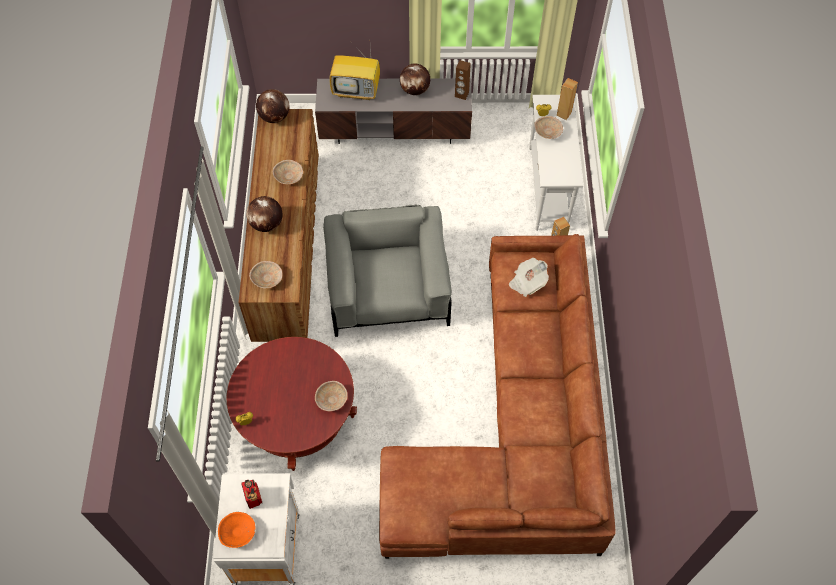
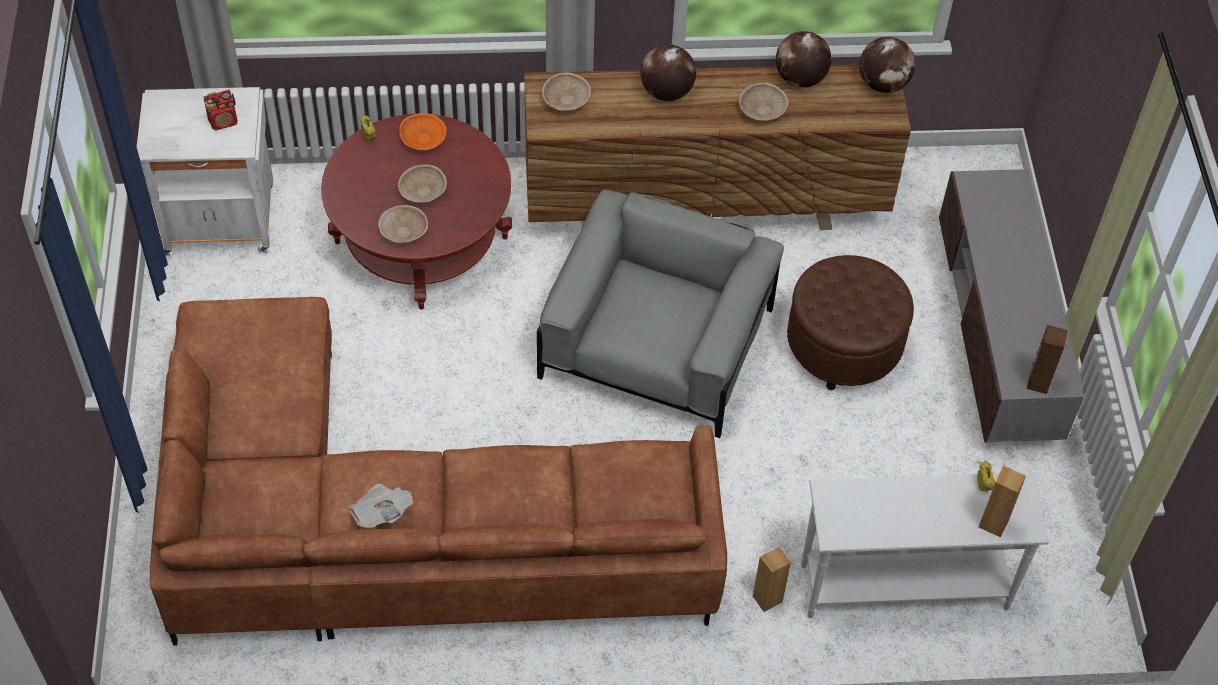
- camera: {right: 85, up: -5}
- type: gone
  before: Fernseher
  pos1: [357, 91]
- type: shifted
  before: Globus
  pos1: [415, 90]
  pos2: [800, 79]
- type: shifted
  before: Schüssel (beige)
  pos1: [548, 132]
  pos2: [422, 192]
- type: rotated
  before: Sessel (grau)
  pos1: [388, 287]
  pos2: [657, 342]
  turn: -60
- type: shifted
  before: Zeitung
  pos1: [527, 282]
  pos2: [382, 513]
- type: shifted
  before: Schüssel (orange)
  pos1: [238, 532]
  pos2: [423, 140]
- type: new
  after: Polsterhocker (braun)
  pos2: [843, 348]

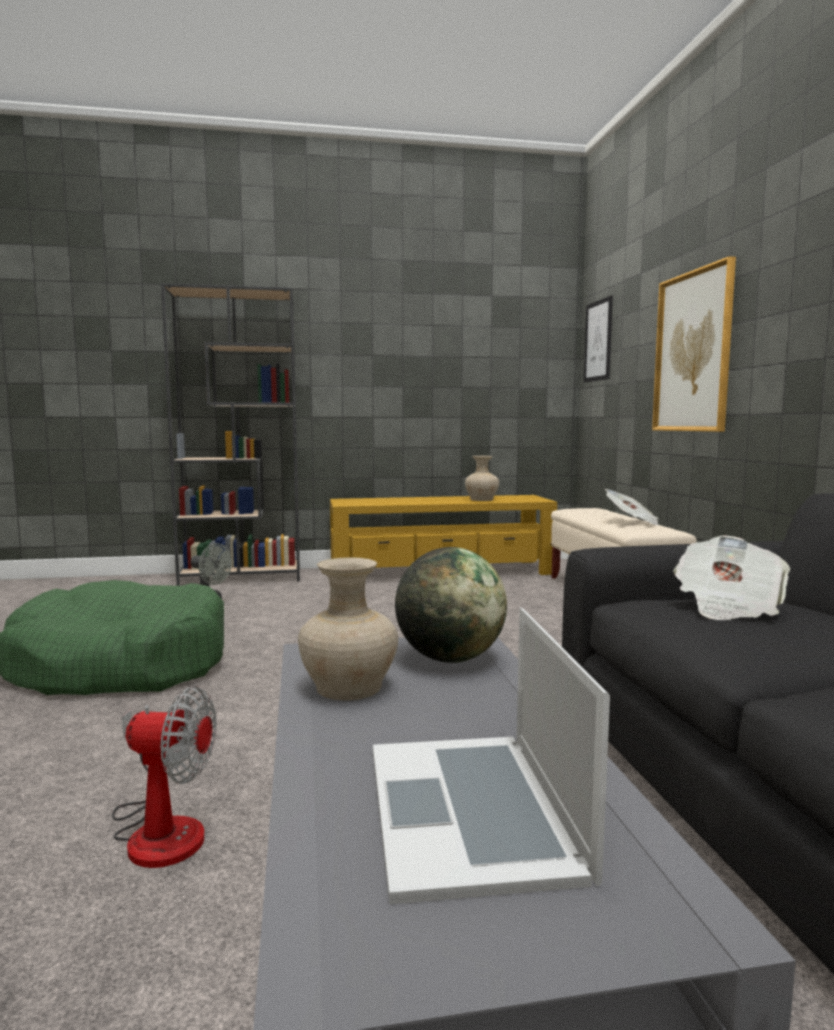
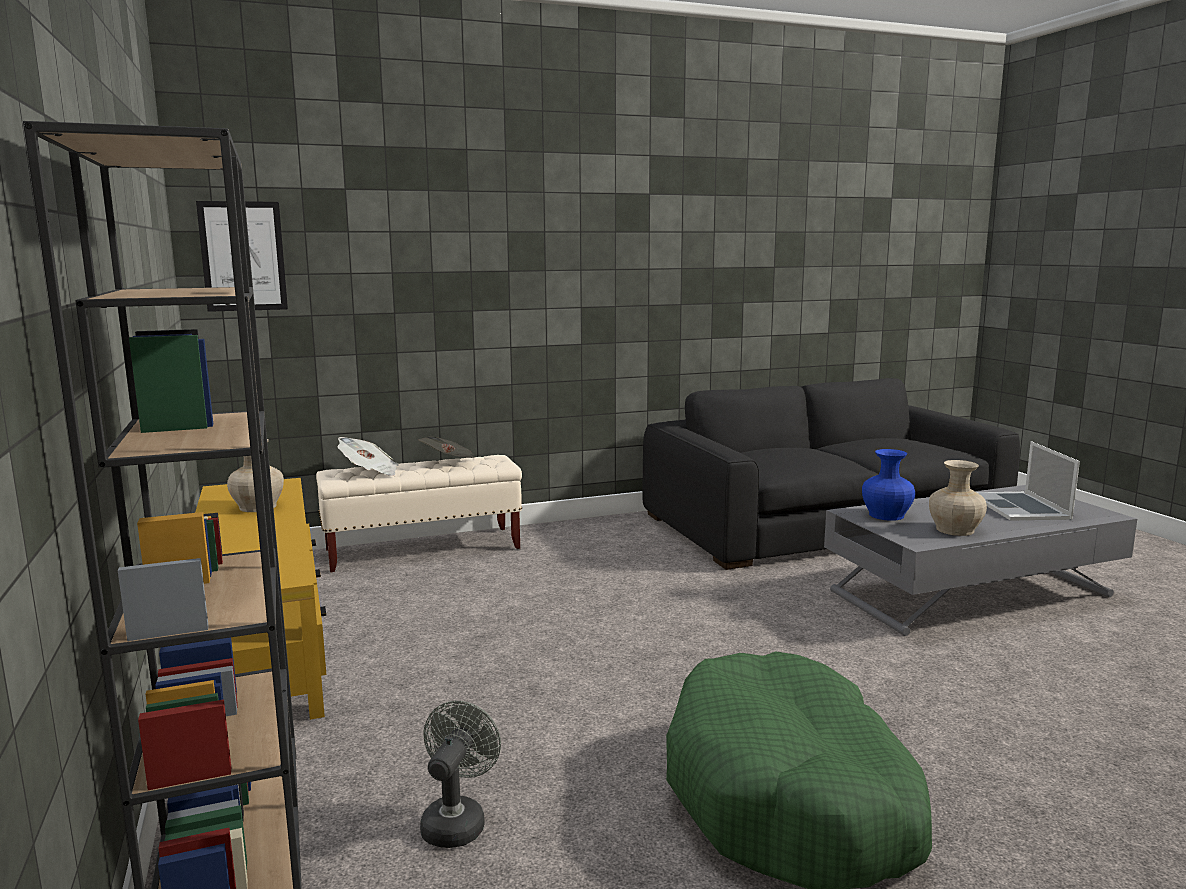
- camera: {right: -100, up: 5}
- type: gone
  before: Bild
  pos1: [693, 352]
- type: shifted
  before: Zeitung
  pos1: [727, 606]
  pos2: [370, 472]
- type: swapped
  before: Globus
  after: Vase (blau)
  pos1: [449, 659]
  pos2: [886, 515]
- type: rotated
  before: Laptop
  pos1: [471, 808]
  pos2: [1019, 507]
  turn: 105
- type: gone
  before: Ventilator
  pos1: [160, 828]

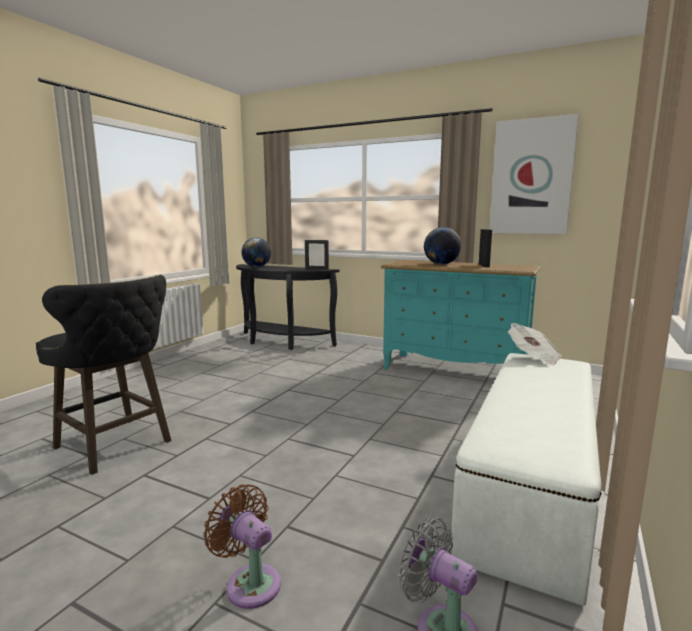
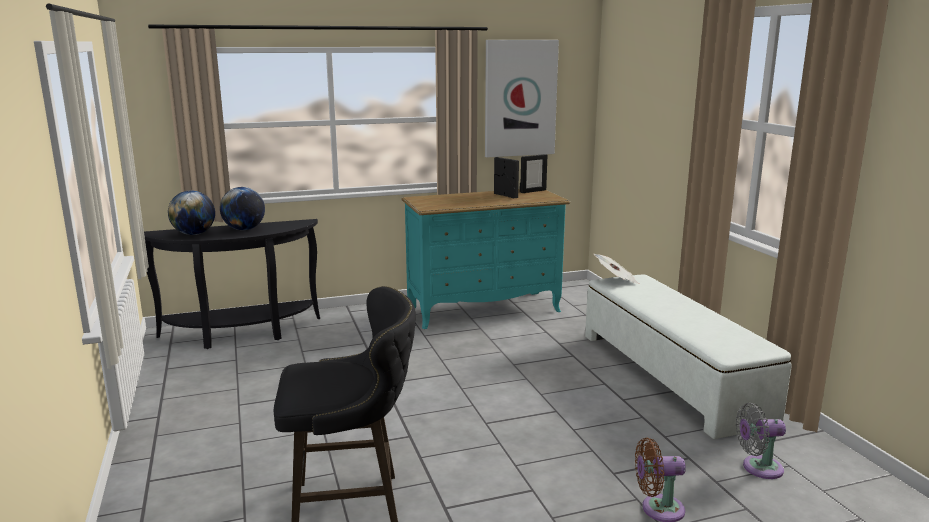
- camera: {right: -45, up: 5}
- type: shifted
  before: Globus
  pos1: [441, 264]
  pos2: [244, 229]
- type: shifted
  before: Bilderrahmen
  pos1: [317, 269]
  pos2: [532, 191]

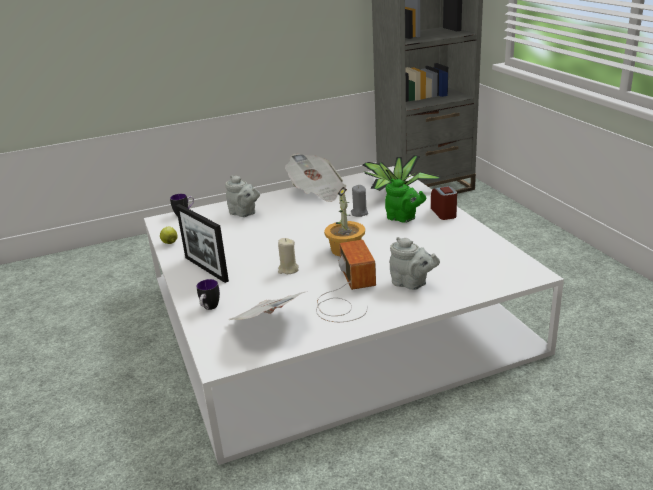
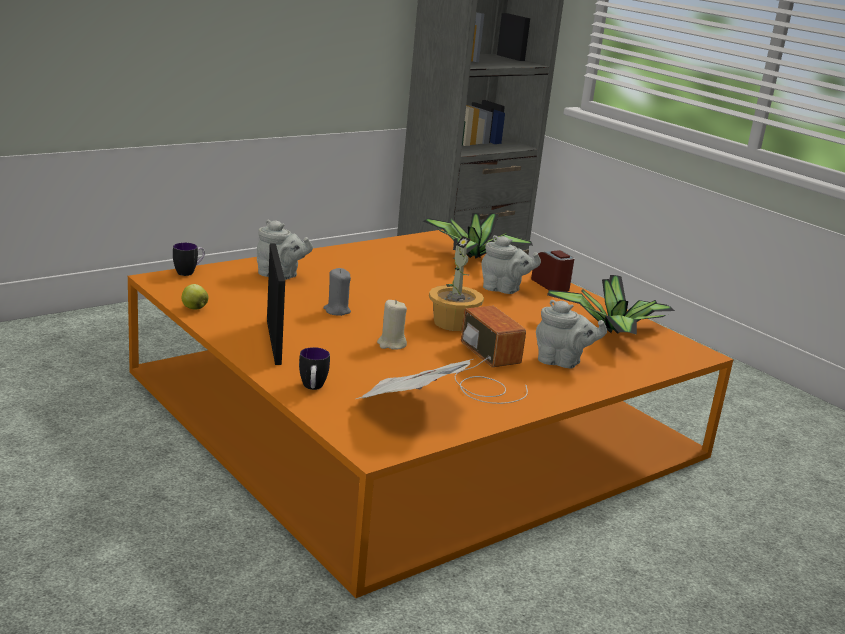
- camera: {right: -20, up: -5}
- type: gone
  before: Zeitung
  pos1: [317, 192]
- type: repainted
  before: Couchtisch (weiß)
  after: Couchtisch (orange)
  pos1: [330, 312]
  pos2: [410, 413]
- type: repainted
  before: Teekanne (grün)
  after: Teekanne (grau)
  pos1: [403, 218]
  pos2: [504, 289]
- type: shifted
  before: Kerze (grau)
  pos1: [359, 213]
  pos2: [337, 311]
- type: rotated
  before: Bilderrahmen
  pos1: [206, 269]
  pos2: [273, 341]
  turn: -135
- type: new
  after: Topfpflanze
  pos2: [613, 331]

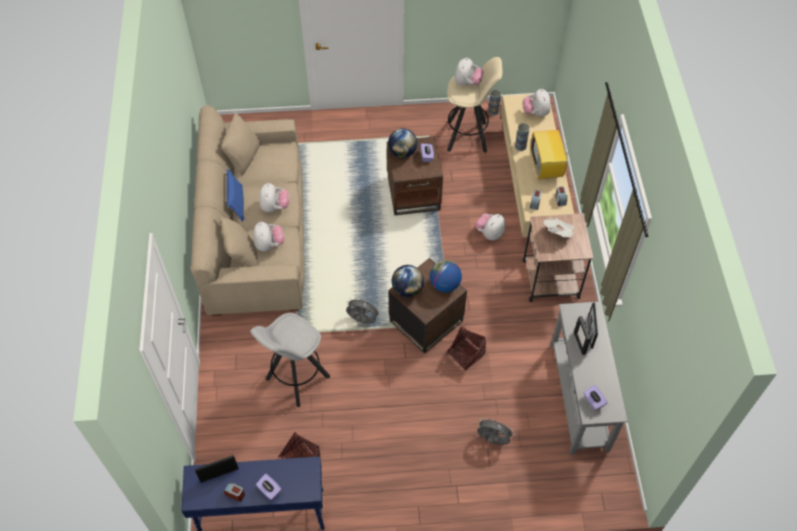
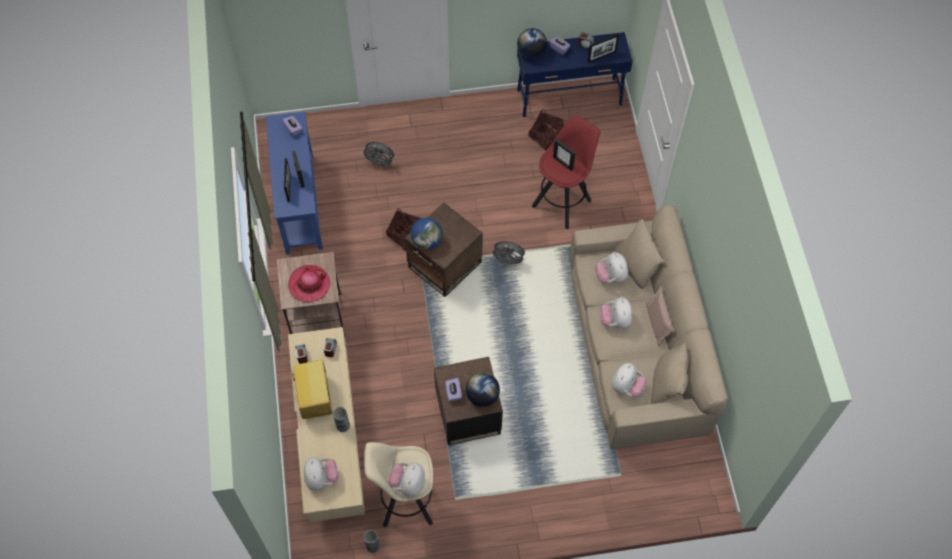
- camera: {right: 175, up: 5}
- type: repainted
  before: Kissen (blau)
  after: Kissen (beige)
  pos1: [237, 203]
  pos2: [657, 323]
- type: shifted
  before: Plüschtier
  pos1: [489, 233]
  pos2: [626, 387]
- type: swapped
  before: Zeitung
  after: Hut
  pos1: [559, 232]
  pos2: [309, 284]
- type: shifted
  before: Globus
  pos1: [407, 289]
  pos2: [531, 53]
- type: repainted
  before: Konsolentisch (grau)
  after: Konsolentisch (blau)
  pos1: [579, 397]
  pos2: [299, 203]
- type: repainted
  before: Hocker (grau)
  after: Hocker (rot)
  pos1: [296, 379]
  pos2: [563, 202]
- type: new
  after: Bilderrahmen
  pos2: [563, 162]

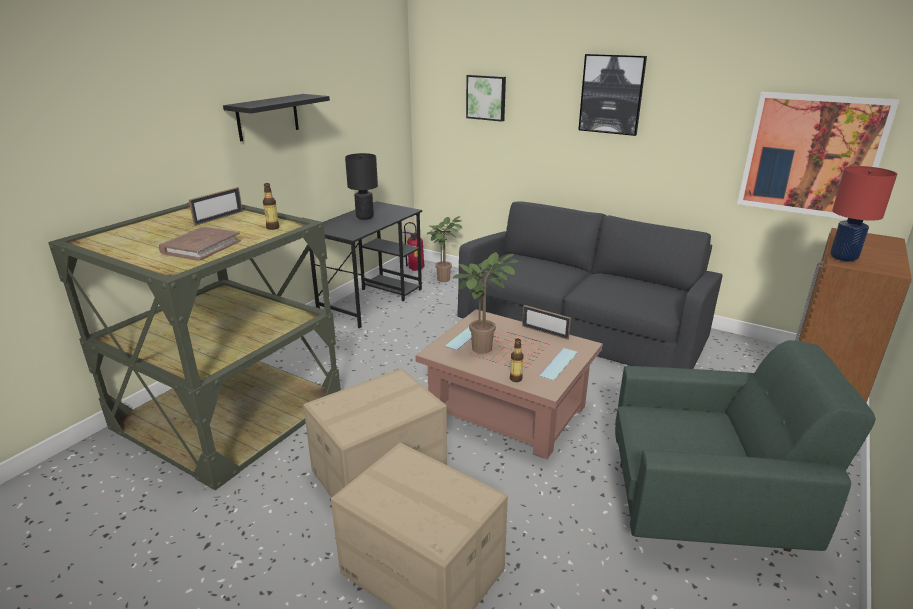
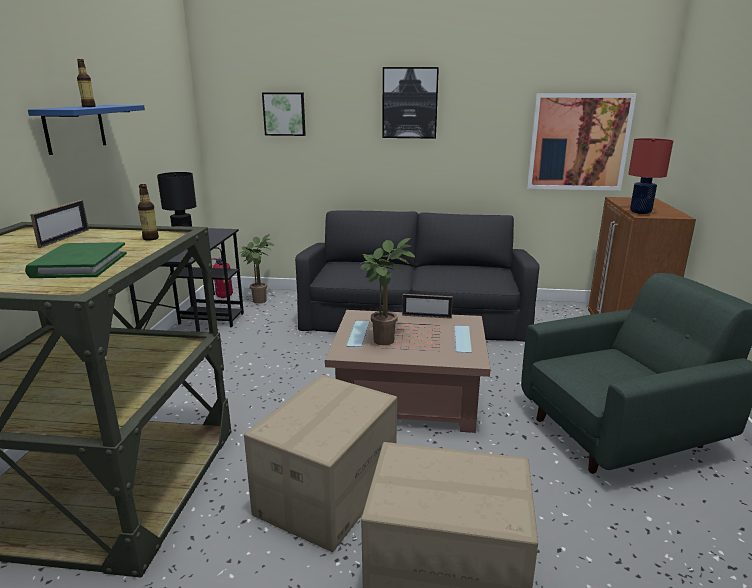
- camera: {right: -25, up: -5}
- type: repainted
  before: Wandregal (schwarz)
  after: Wandregal (blau)
  pos1: [268, 117]
  pos2: [75, 128]
- type: repainted
  before: Buch (braun)
  after: Buch (grün)
  pos1: [201, 247]
  pos2: [79, 265]
- type: shifted
  before: Flasche
  pos1: [515, 379]
  pos2: [88, 106]

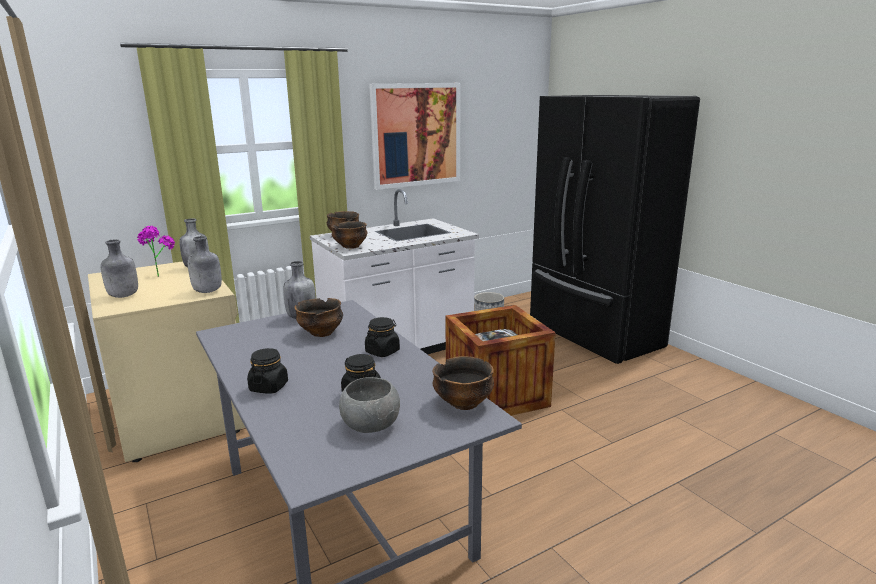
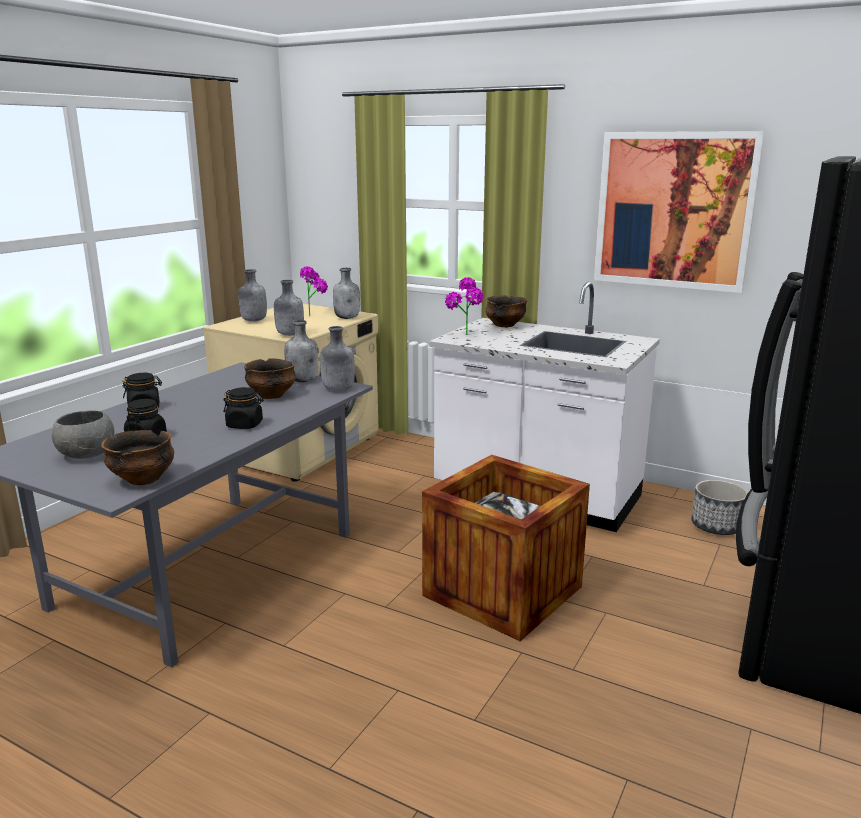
- camera: {right: 60, up: 0}
- type: swapped
  before: Schüssel
  after: Topfpflanze
  pos1: [350, 246]
  pos2: [465, 336]
- type: new
  after: Flasche (grau)
  pos2: [338, 389]

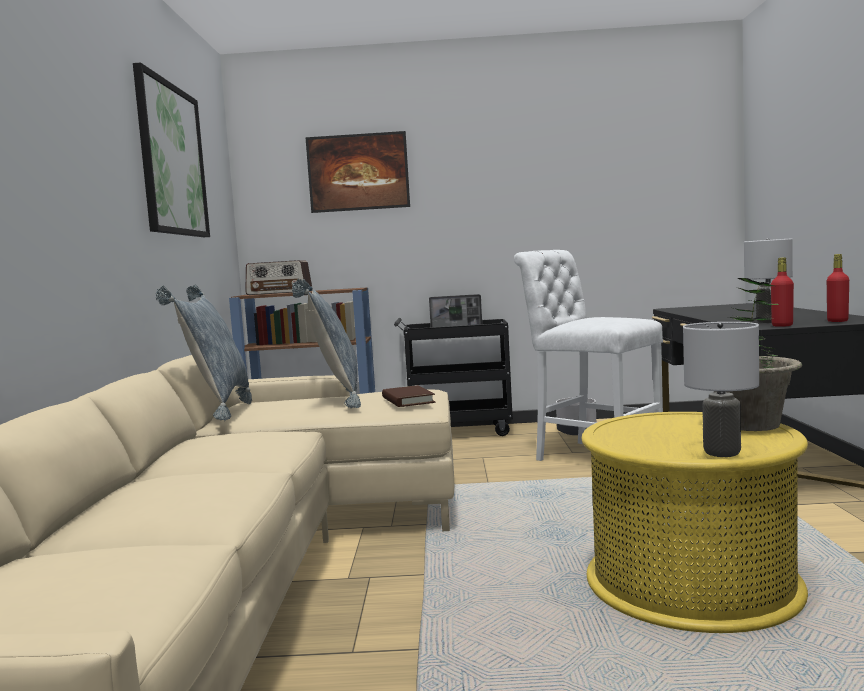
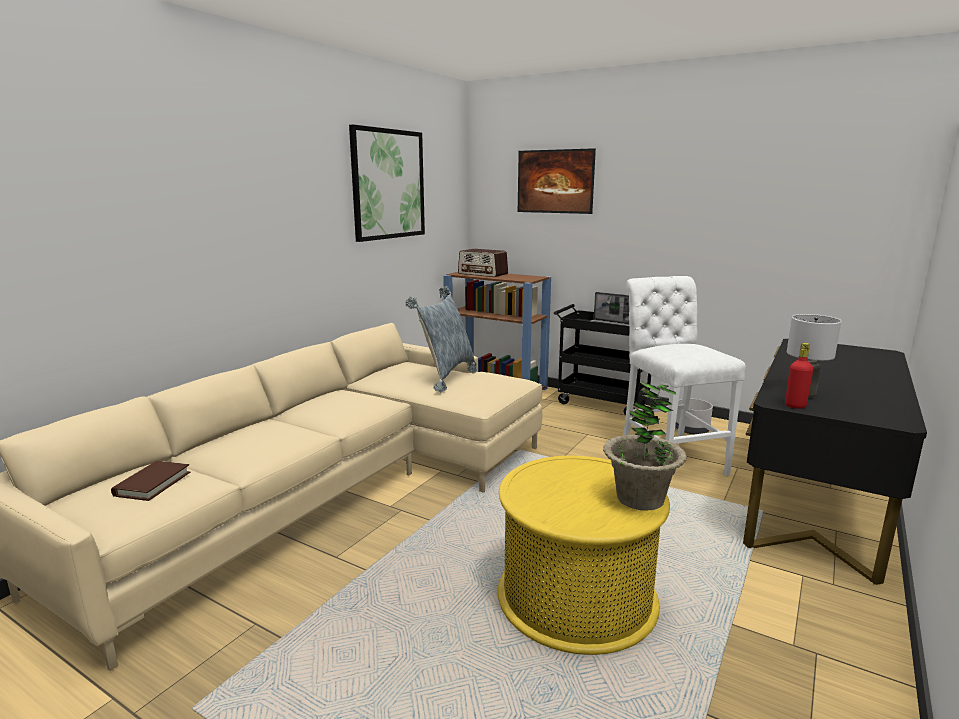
- camera: {right: 30, up: 10}
- type: gone
  before: Flasche (rot)
  pos1: [837, 321]
- type: gone
  before: Kissen
  pos1: [214, 416]
- type: gone
  before: Tischlampe (weiß)
  pos1: [723, 454]
- type: shifted
  before: Buch (braun)
  pos1: [408, 400]
  pos2: [152, 484]

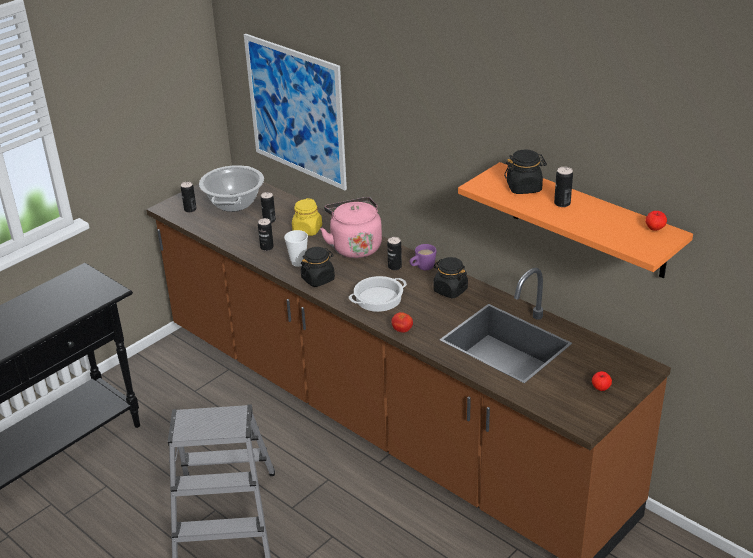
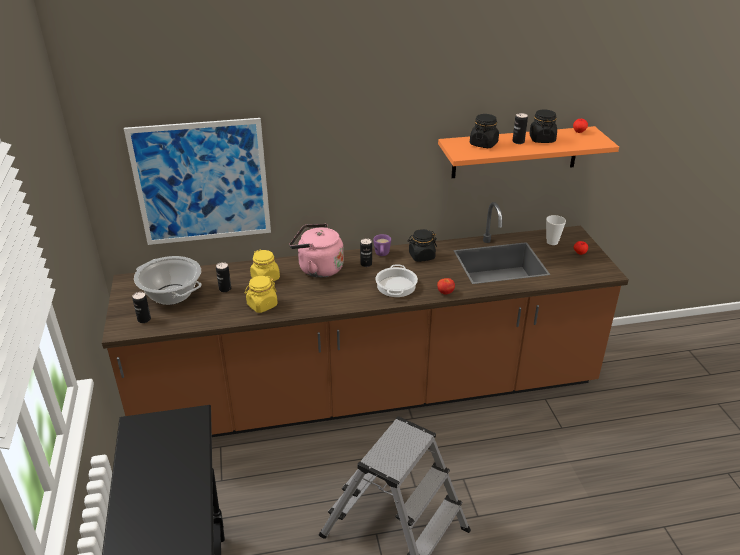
- camera: {right: -55, up: 0}
- type: swapped
  before: Dose
  after: Vorratsglas (gelb)
  pos1: [267, 247]
  pos2: [262, 305]
- type: shifted
  before: Tasse
  pos1: [298, 262]
  pos2: [552, 242]
- type: shifted
  before: Vorratsglas (schwarz)
  pos1: [318, 279]
  pos2: [542, 139]

